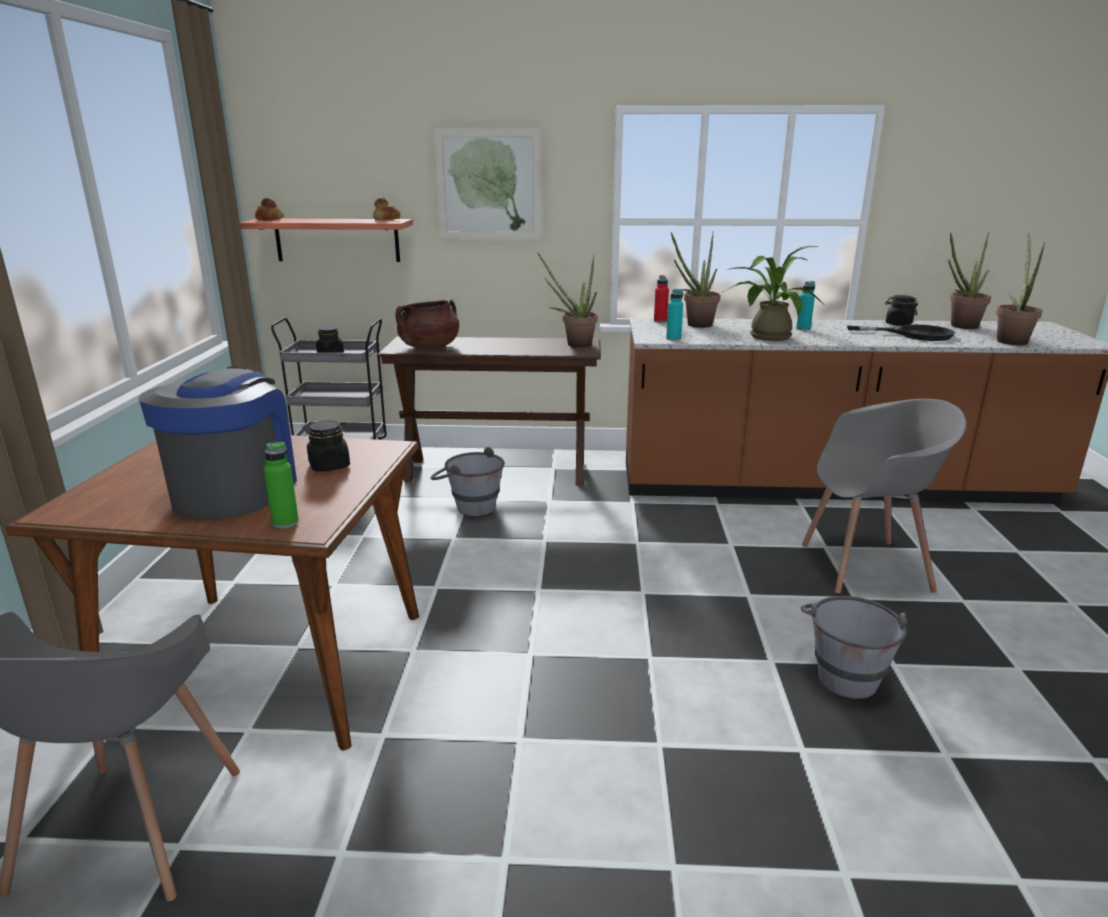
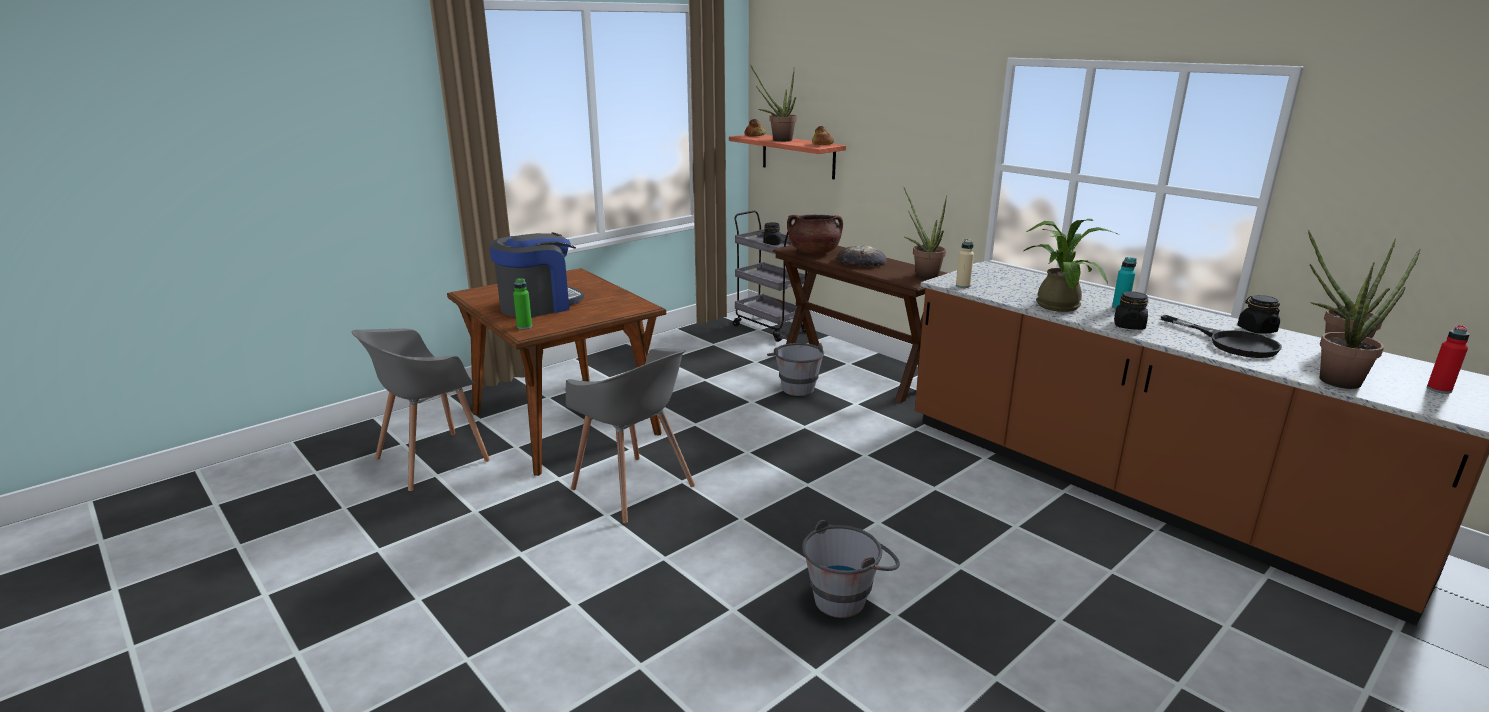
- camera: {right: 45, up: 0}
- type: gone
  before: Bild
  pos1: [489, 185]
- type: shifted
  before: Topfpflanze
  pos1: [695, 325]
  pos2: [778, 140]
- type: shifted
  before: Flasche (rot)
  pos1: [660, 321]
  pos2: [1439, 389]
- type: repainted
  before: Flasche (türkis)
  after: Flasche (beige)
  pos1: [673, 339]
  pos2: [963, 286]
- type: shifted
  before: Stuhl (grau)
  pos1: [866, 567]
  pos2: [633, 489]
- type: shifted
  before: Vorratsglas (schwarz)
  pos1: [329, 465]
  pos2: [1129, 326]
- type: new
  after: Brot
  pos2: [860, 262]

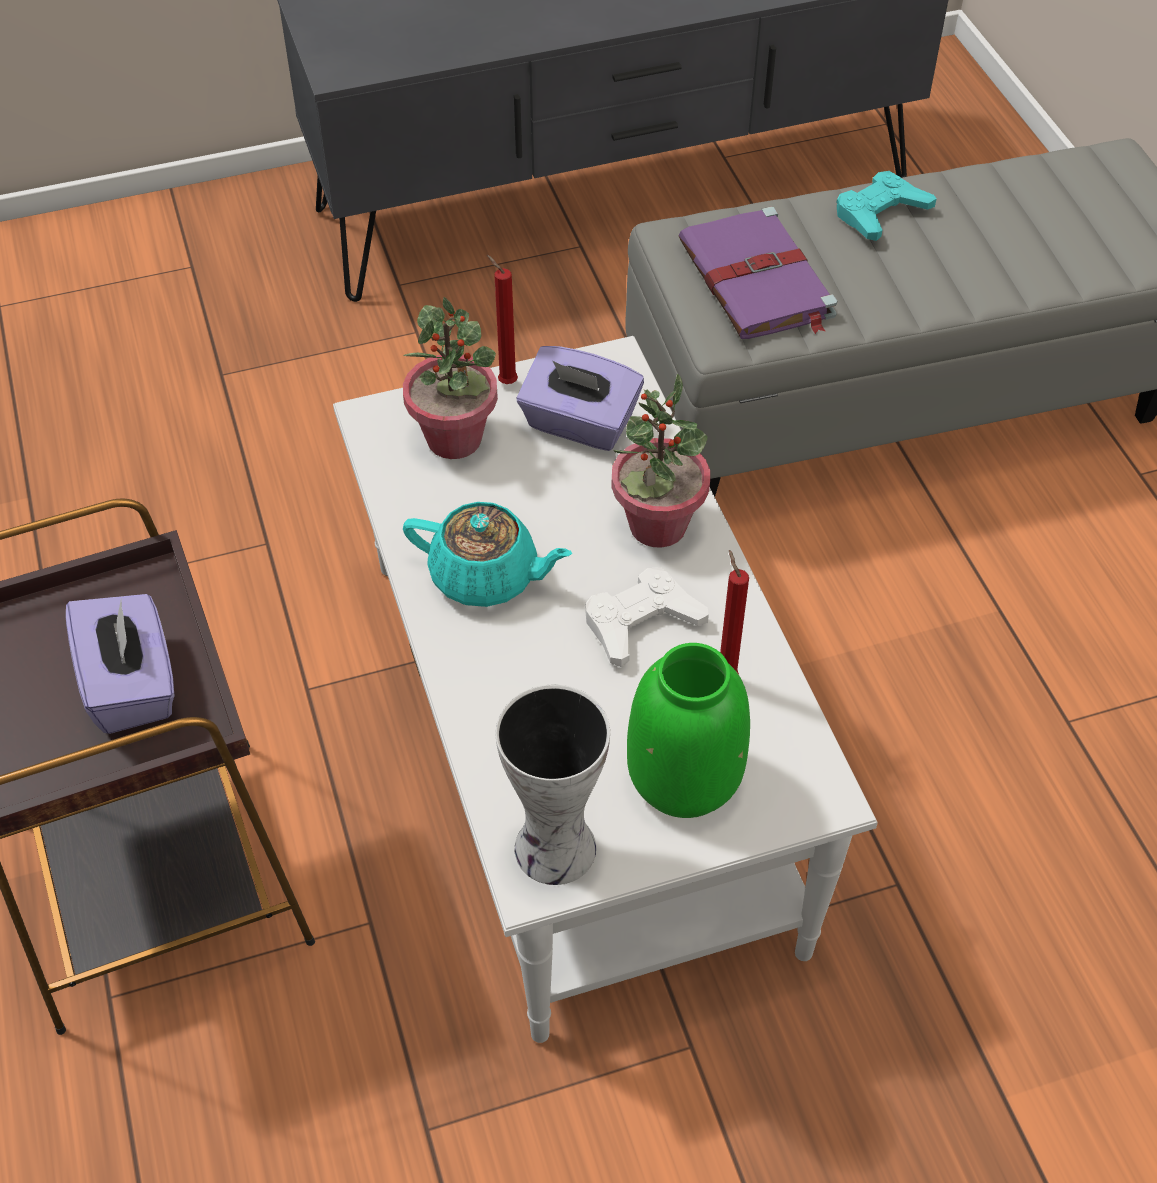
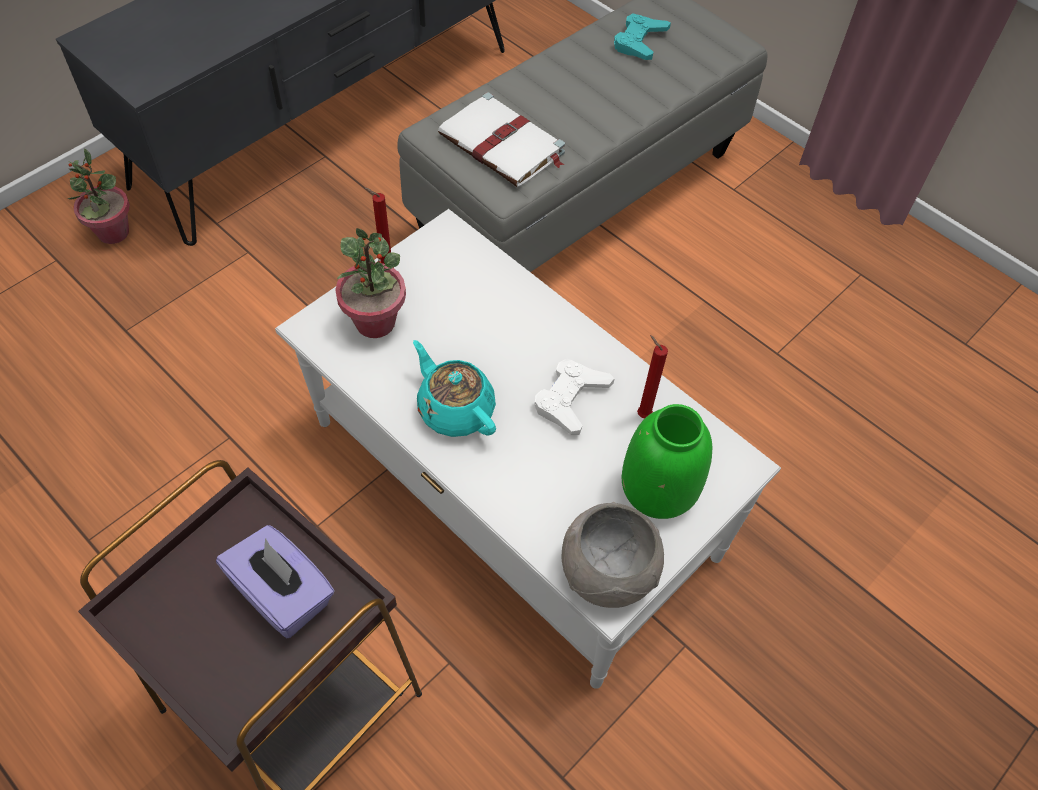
- camera: {right: -30, up: 5}
- type: shifted
  before: Gamepad (türkis)
  pos1: [880, 213]
  pos2: [639, 41]
- type: repainted
  before: Buch (lila)
  after: Buch (weiß)
  pos1: [757, 281]
  pos2: [503, 145]
- type: gone
  before: Taschentuchbox (lila)
  pos1: [579, 424]
- type: shifted
  before: Topfpflanze
  pos1: [657, 526]
  pos2: [113, 233]
- type: rotated
  before: Teekanne (türkis)
  pos1: [486, 576]
  pos2: [455, 409]
  turn: -120
- type: swapped
  before: Vase
  after: Schüssel (grau)
  pos1: [551, 849]
  pos2: [607, 574]

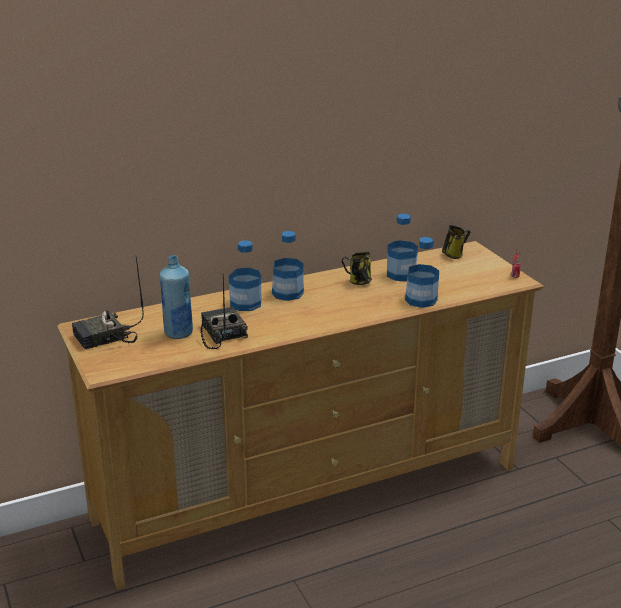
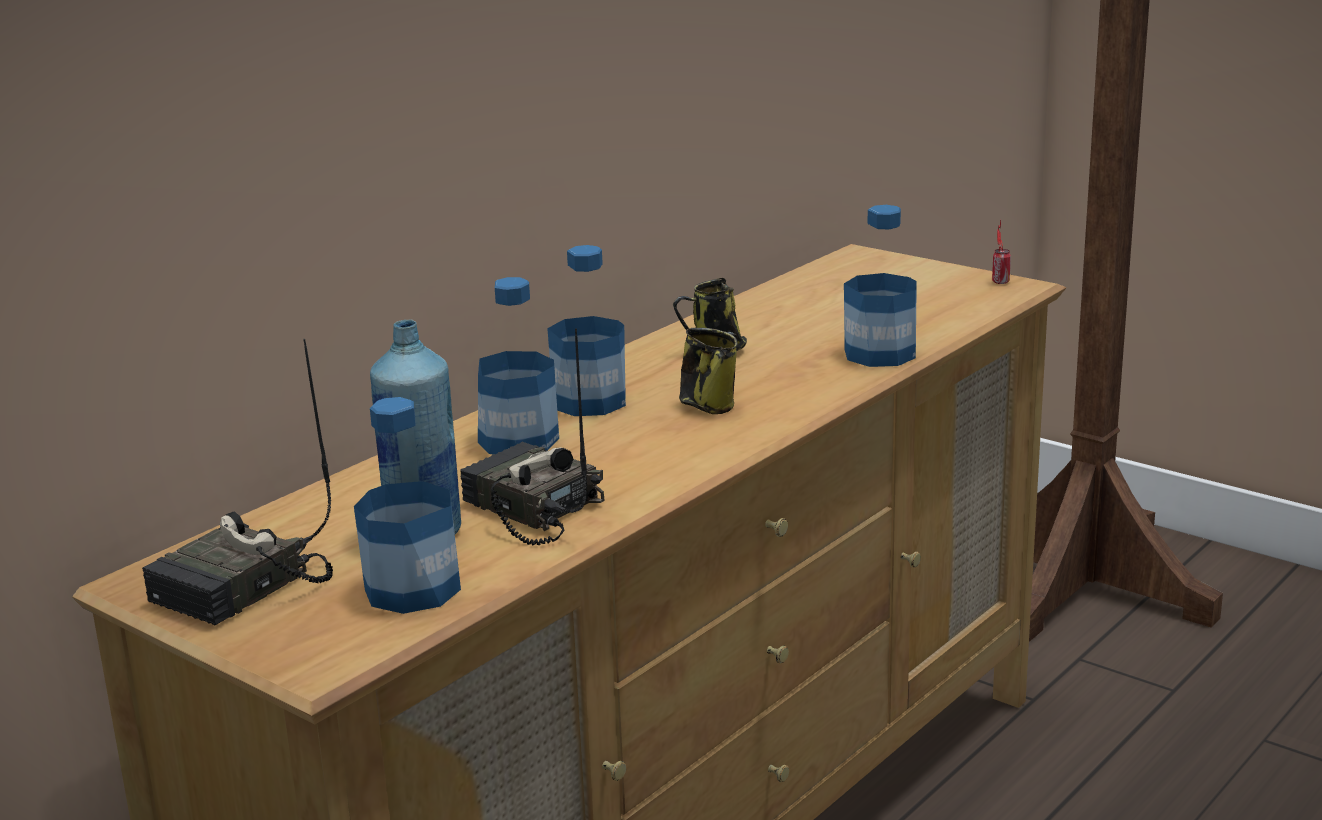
- camera: {right: -25, up: -5}
- type: shifted
  before: Flasche
  pos1: [401, 274]
  pos2: [412, 589]
- type: shifted
  before: Henkelbecher
  pos1: [454, 254]
  pos2: [711, 404]

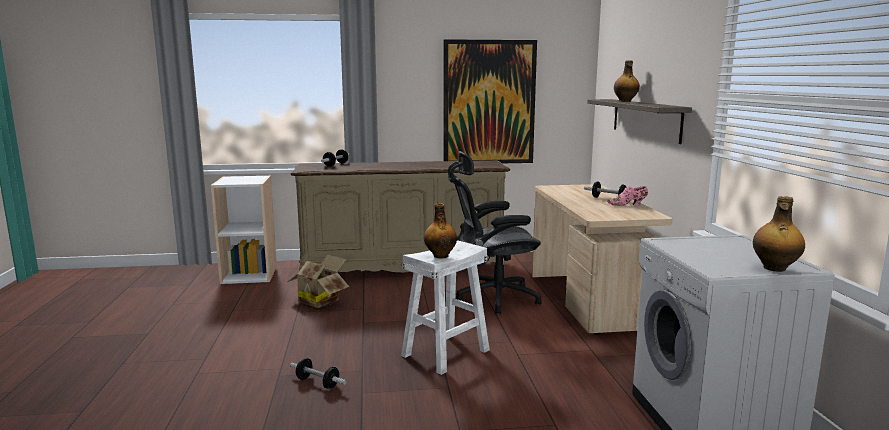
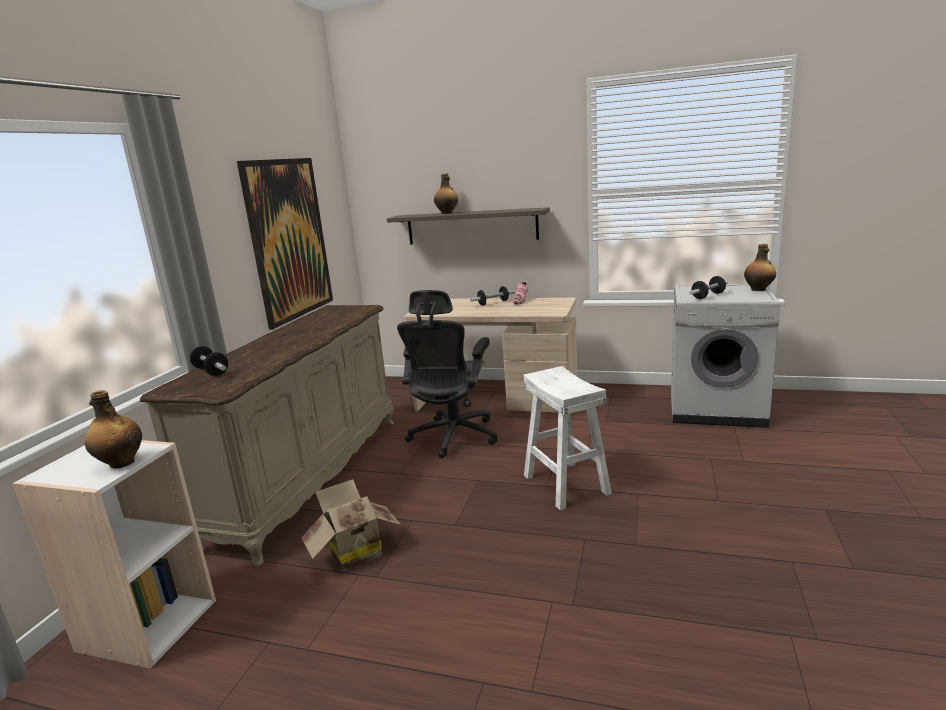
- camera: {right: -65, up: 5}
- type: shifted
  before: Flasche
  pos1: [440, 256]
  pos2: [121, 463]
- type: shifted
  before: Hantel
  pos1: [317, 383]
  pos2: [708, 296]

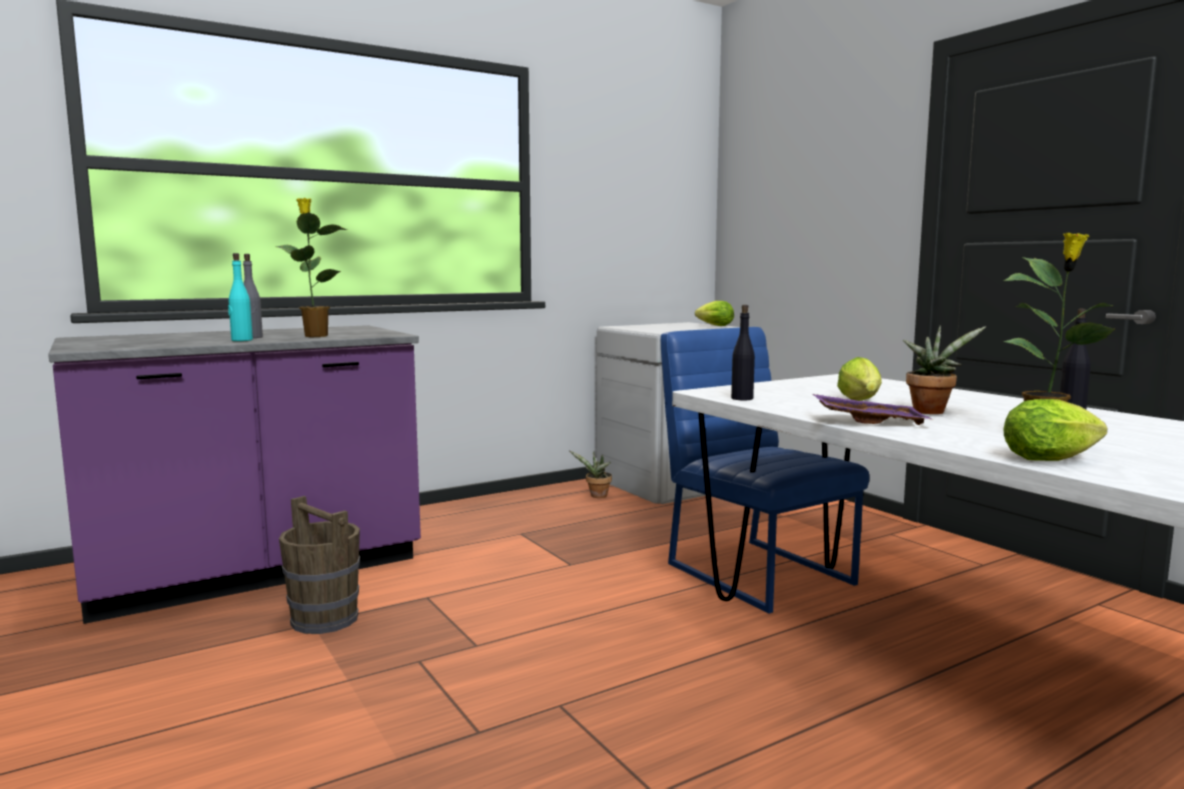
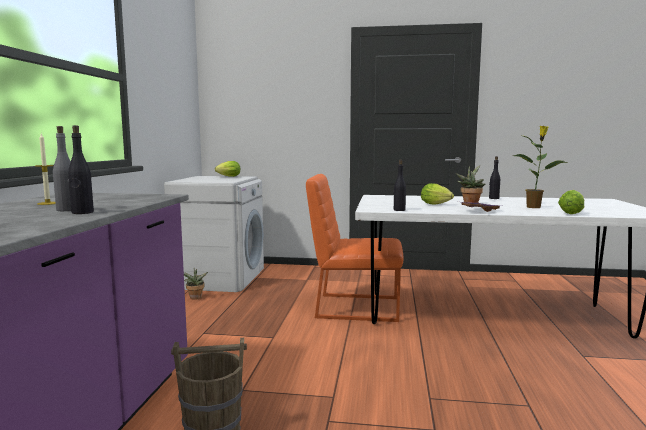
- camera: {right: -50, up: 0}
- type: gone
  before: Topfpflanze
  pos1: [315, 336]
- type: repainted
  before: Flasche (türkis)
  after: Flasche (schwarz)
  pos1: [241, 340]
  pos2: [82, 212]
- type: repainted
  before: Stuhl (blau)
  after: Stuhl (orange)
  pos1: [756, 571]
  pos2: [354, 307]
- type: new
  after: Kerze
  pos2: [47, 203]

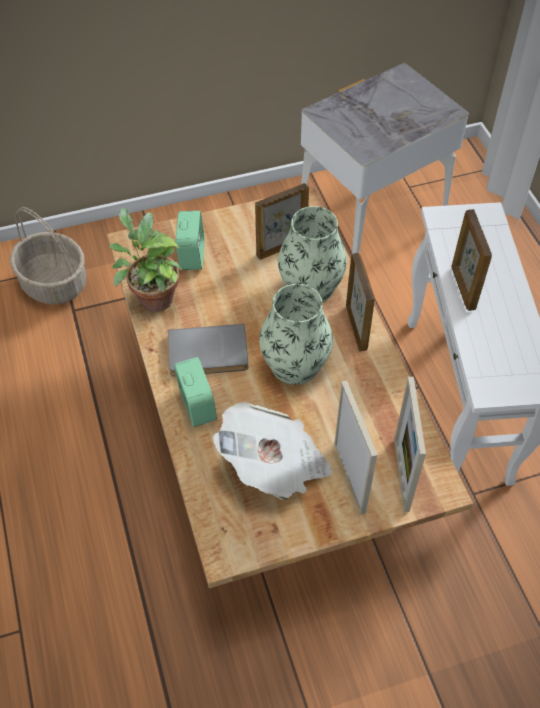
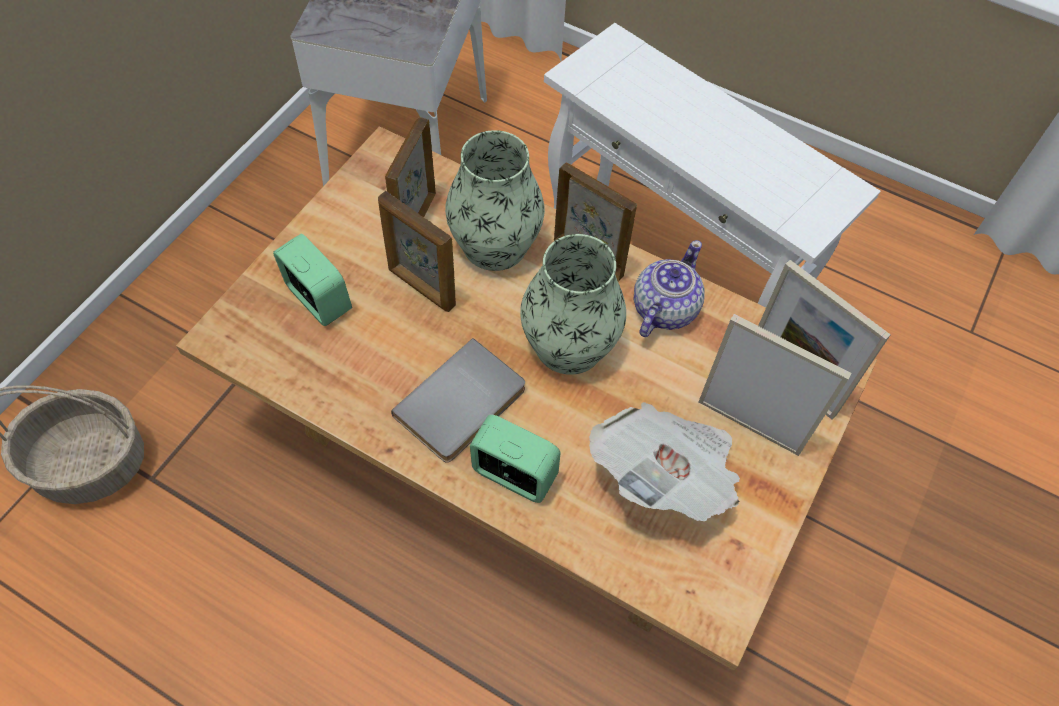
- camera: {right: -45, up: 5}
- type: gone
  before: Topfpflanze
  pos1: [152, 297]
- type: shifted
  before: Bilderrahmen
  pos1: [462, 288]
  pos2: [421, 287]
- type: new
  after: Teekanne
  pos2: [663, 309]

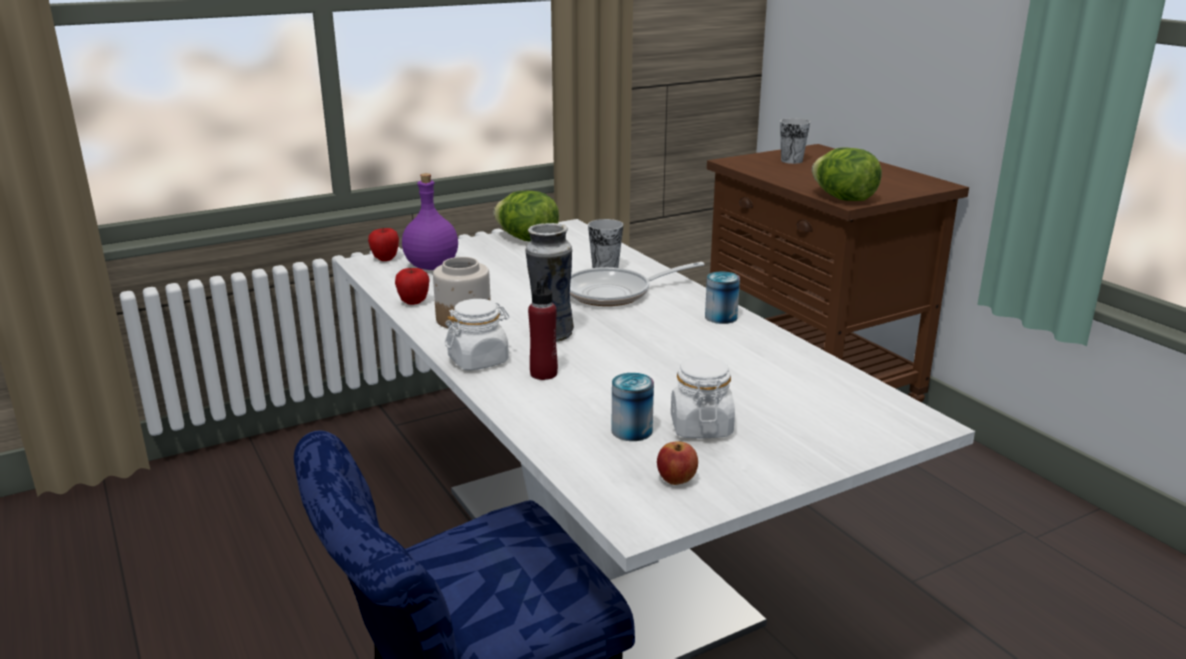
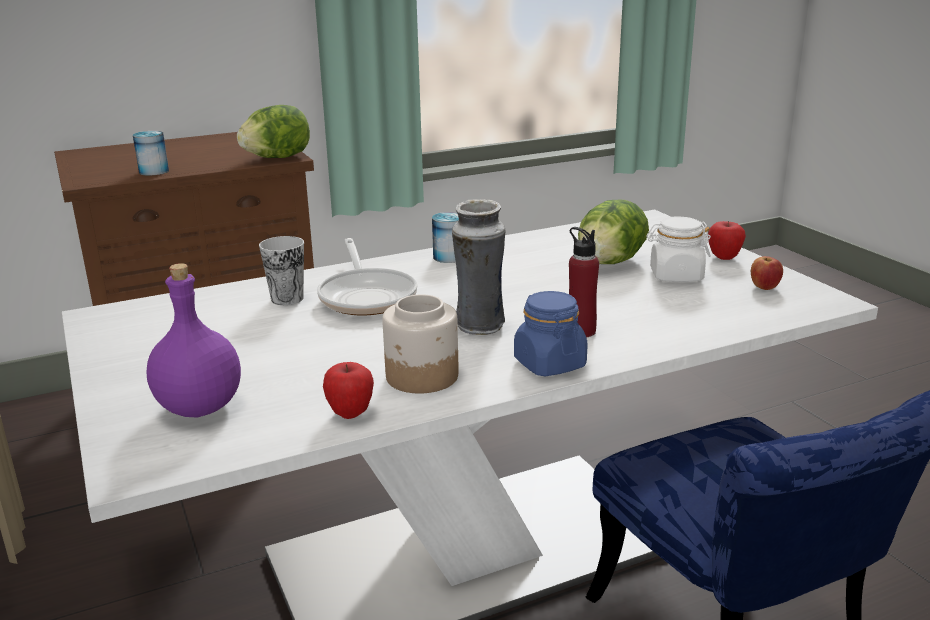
- camera: {right: -85, up: 0}
- type: gone
  before: Tasse
  pos1: [791, 161]
- type: shifted
  before: Salatkopf
  pos1: [527, 239]
  pos2: [610, 262]
- type: shifted
  before: Apfel
  pos1: [385, 259]
  pos2: [724, 258]
- type: repainted
  before: Vorratsglas (weiß)
  after: Vorratsglas (blau)
  pos1: [478, 360]
  pos2: [549, 364]
- type: shifted
  before: Dose
  pos1: [632, 430]
  pos2: [154, 171]

